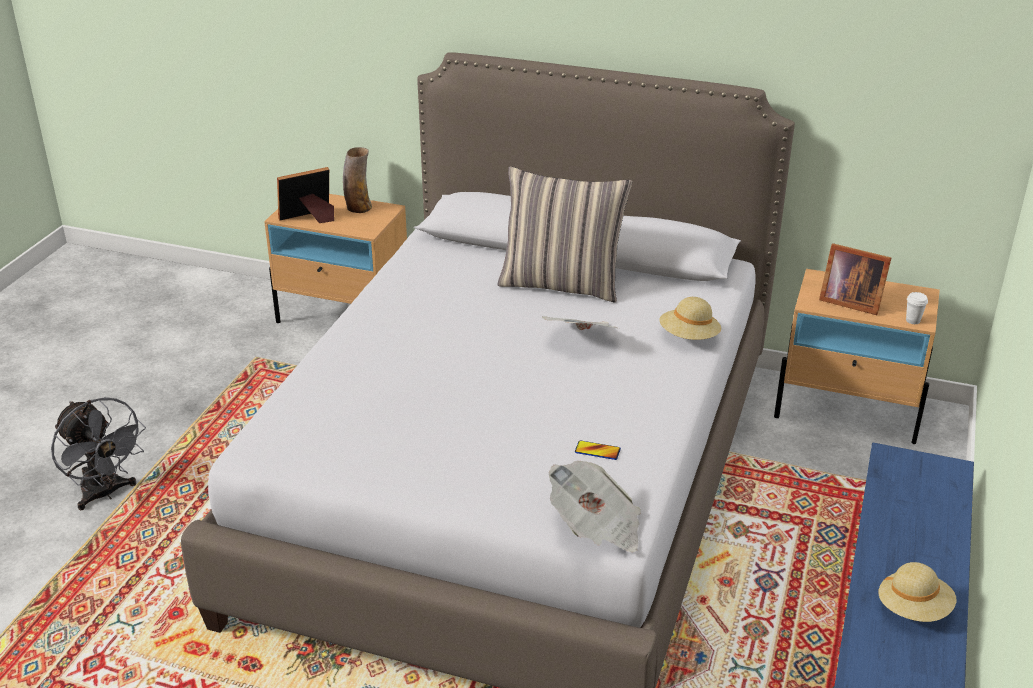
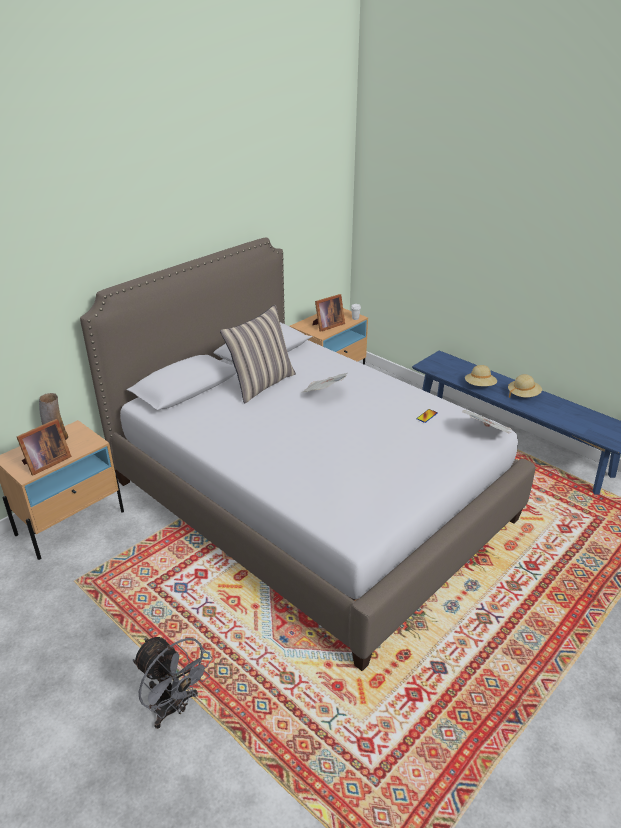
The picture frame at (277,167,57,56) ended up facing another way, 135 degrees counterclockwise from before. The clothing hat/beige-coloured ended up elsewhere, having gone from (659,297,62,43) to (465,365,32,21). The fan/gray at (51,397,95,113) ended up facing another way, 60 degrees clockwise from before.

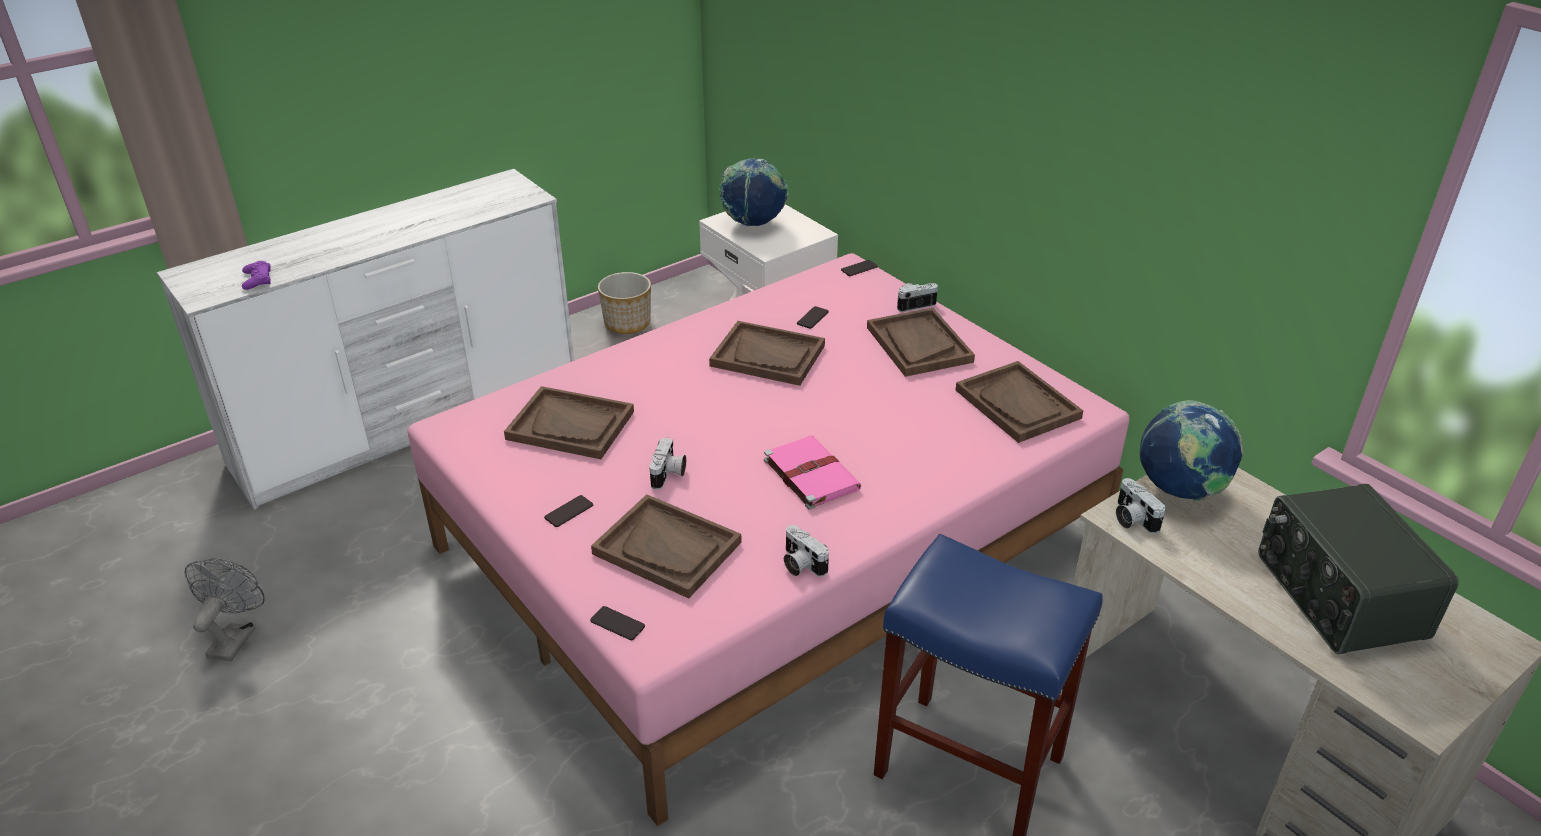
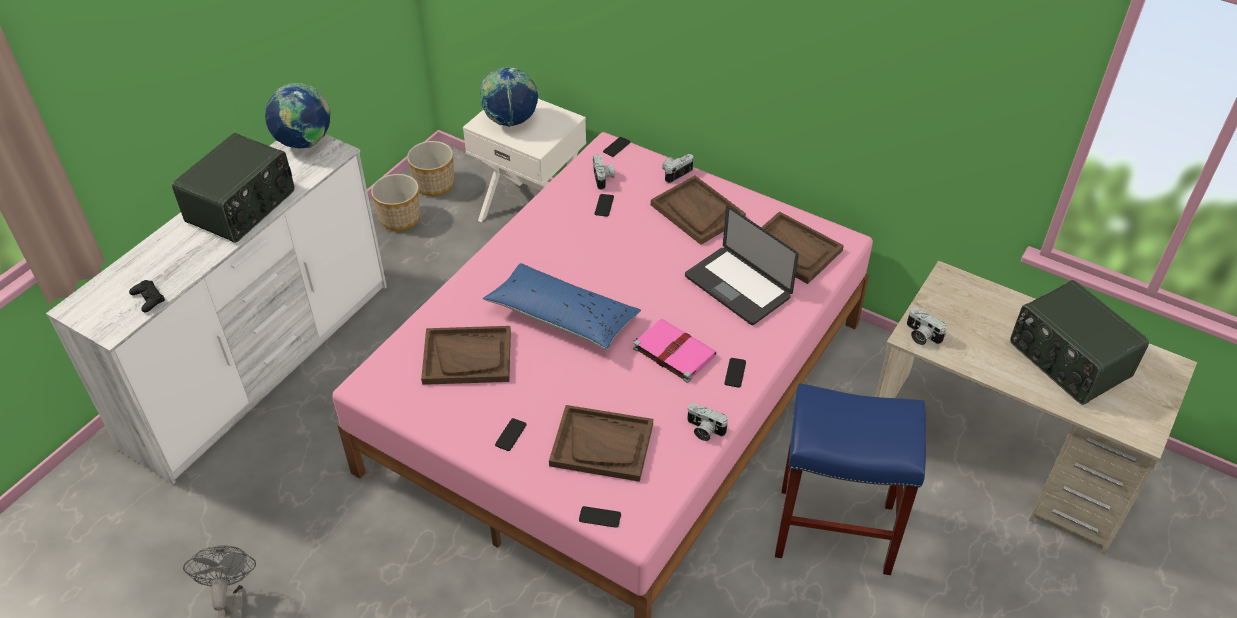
What was the joypad/purplish at (242,261,28,29) turned into the joypad/black at (129,280,36,33). The second view lost the tray/brown at (709,321,116,65). The desk globe ended up elsewhere, having gone from (1139,400,104,101) to (265,83,66,66). The still camera ended up elsewhere, having gone from (649,437,37,53) to (593,154,22,36). The second view gained the radio set at (172,133,123,110). The second view gained the plant pot at (407,141,47,55). The second view gained the laptop at (685,206,114,119). The second view gained the pillow/blue-coloured at (483,263,158,86). The second view gained the handset at (724,358,22,30).

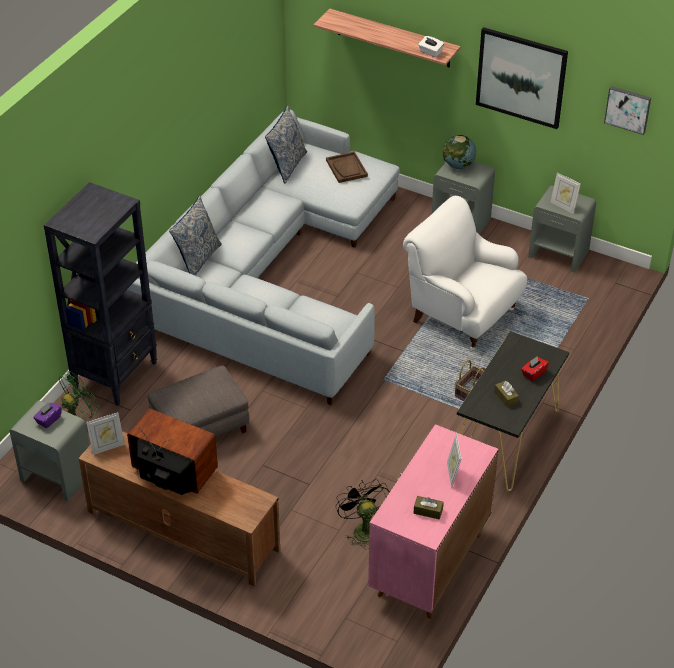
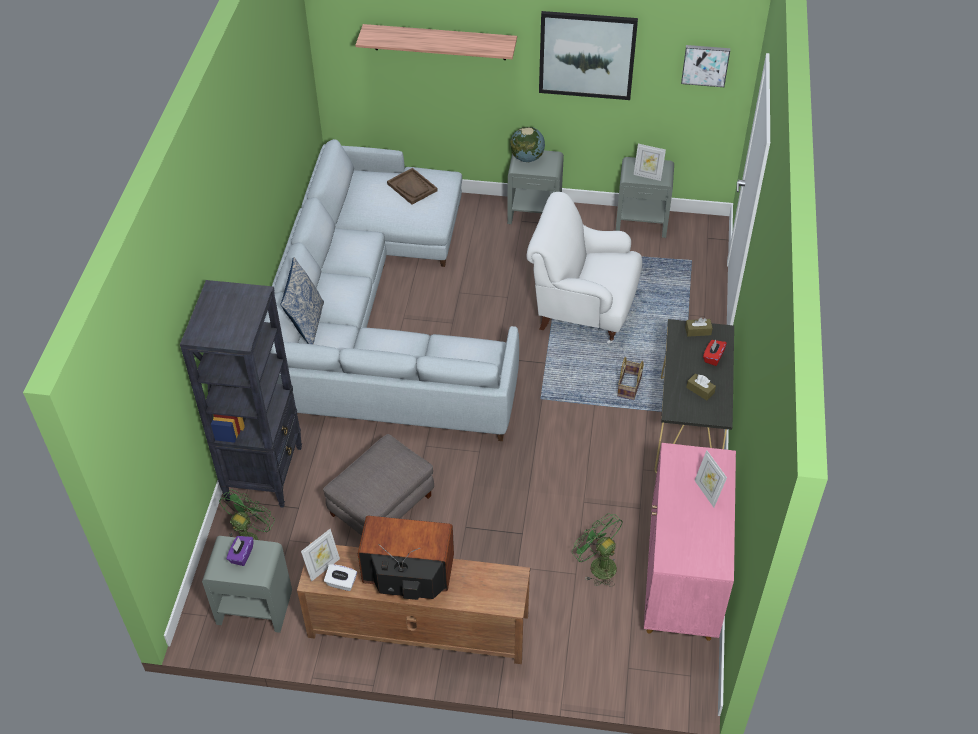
The tissue box/white-coloured ended up elsewhere, having gone from (418,36,26,21) to (324,564,33,27). The second view lost the pillow at (265,105,42,79). What was the fan/black at (336,480,54,69) turned into the fan/greenish at (572,513,51,74). The tissue box/brown ended up elsewhere, having gone from (414,496,30,23) to (685,318,28,19).

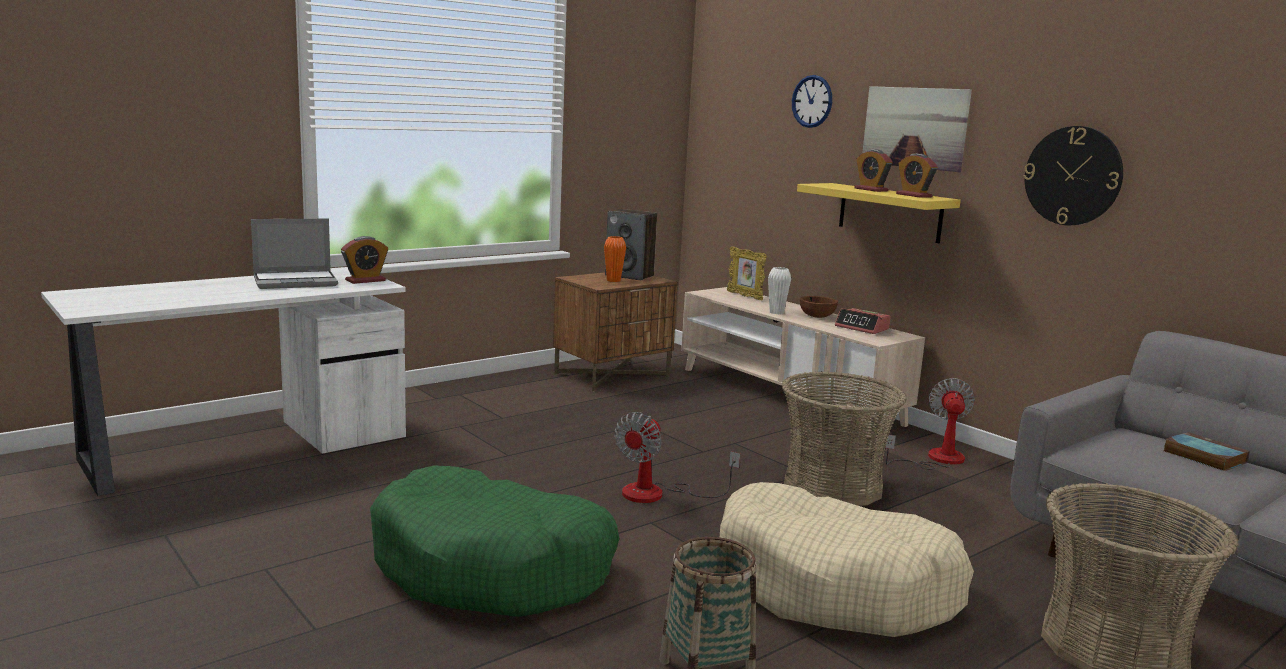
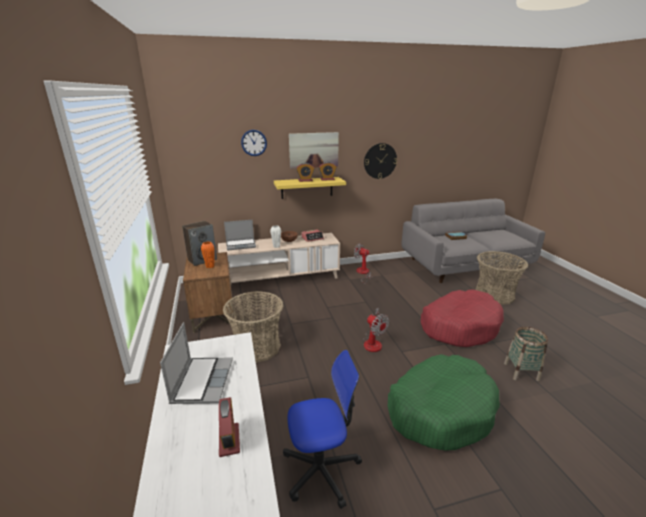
The alarm clock ended up elsewhere, having gone from (341,236,47,48) to (219,397,21,60). Where the picture frame stood at (727,246,40,54), the laptop came to stand at (224,220,32,30). The basket ended up elsewhere, having gone from (781,371,126,135) to (223,292,60,71). What was the dog bed/beige-coloured at (720,482,254,155) turned into the dog bed/red at (421,289,83,58). The second view gained the desk chair at (283,350,79,159).

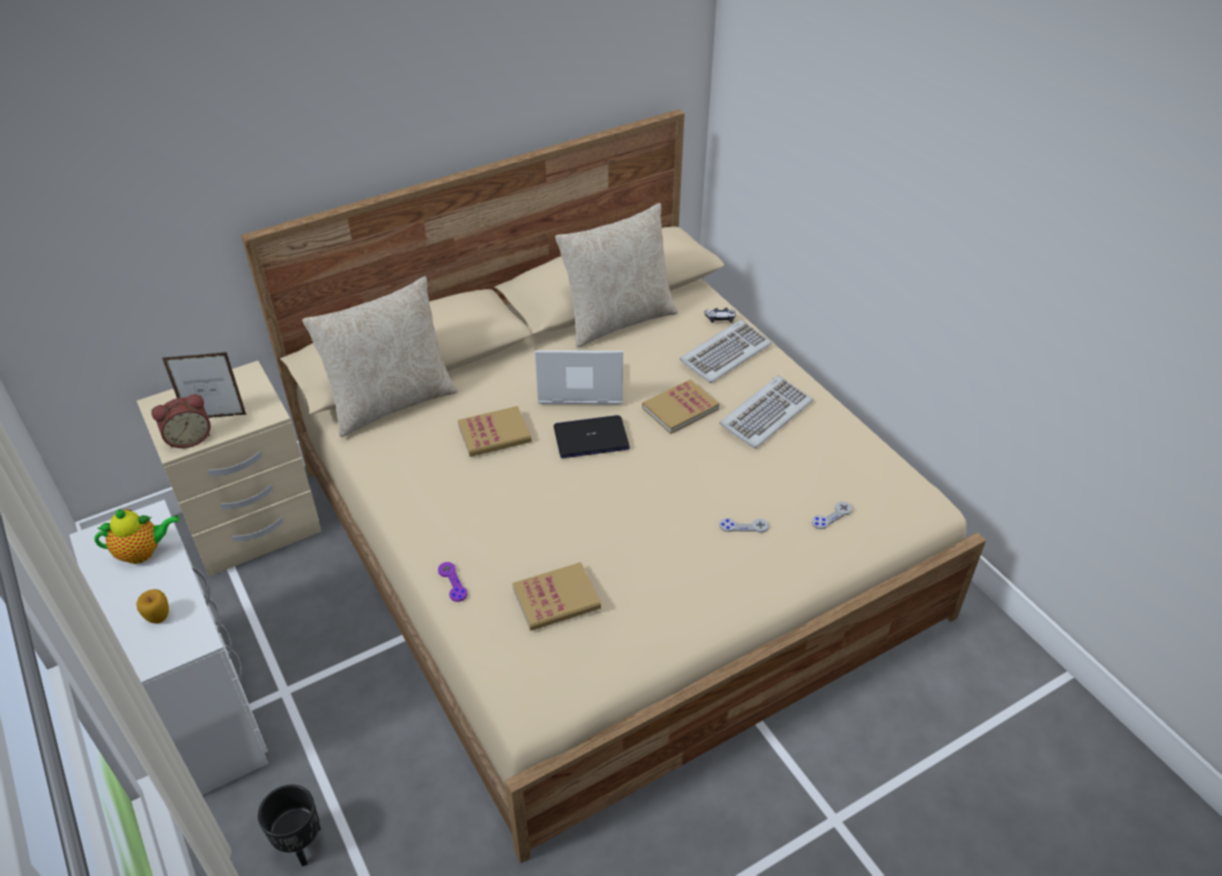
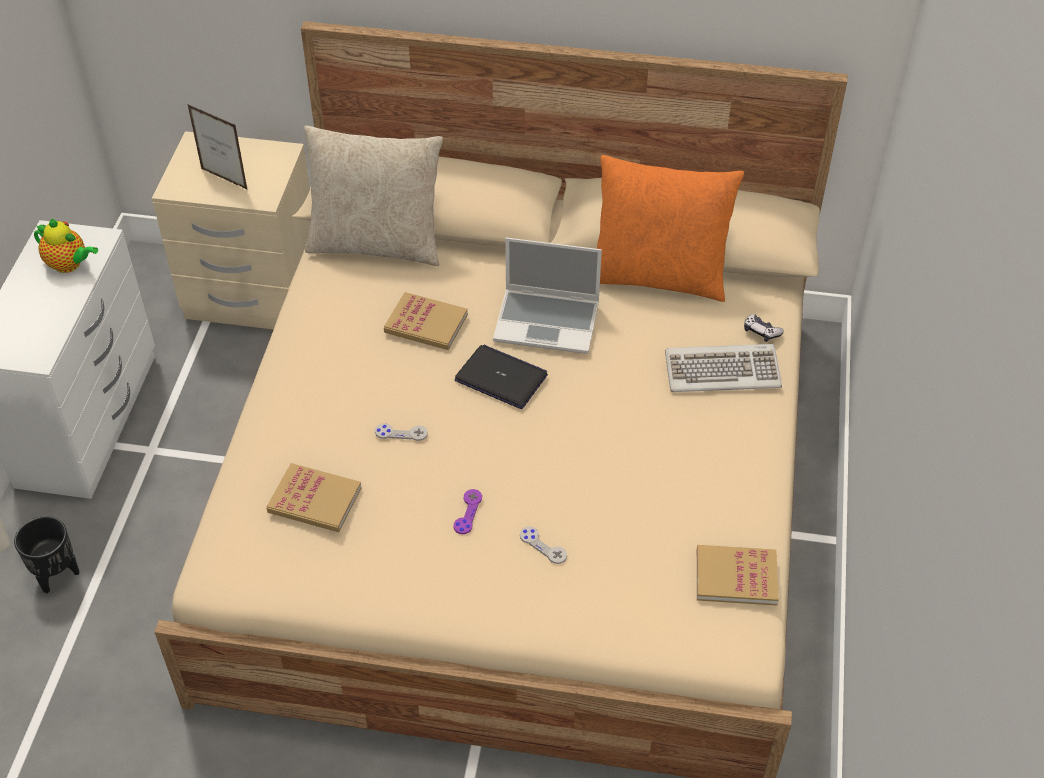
What was the pillow/beige-coloured at (555,203,123,145) turned into the pillow/orangey at (597,155,147,147). The laptop at (535,350,88,54) ended up facing another way, 150 degrees clockwise from before. The second view lost the computer keyboard at (719,376,94,73). The bound book ended up elsewhere, having gone from (642,379,77,55) to (697,545,82,61). The second view lost the alarm clock at (151,394,60,54). The joypad/gray ended up elsewhere, having gone from (812,501,40,28) to (375,423,53,18). The joypad/purplish ended up elsewhere, having gone from (438,562,29,40) to (454,489,28,45). The second view lost the apple fruit at (136,589,33,35).

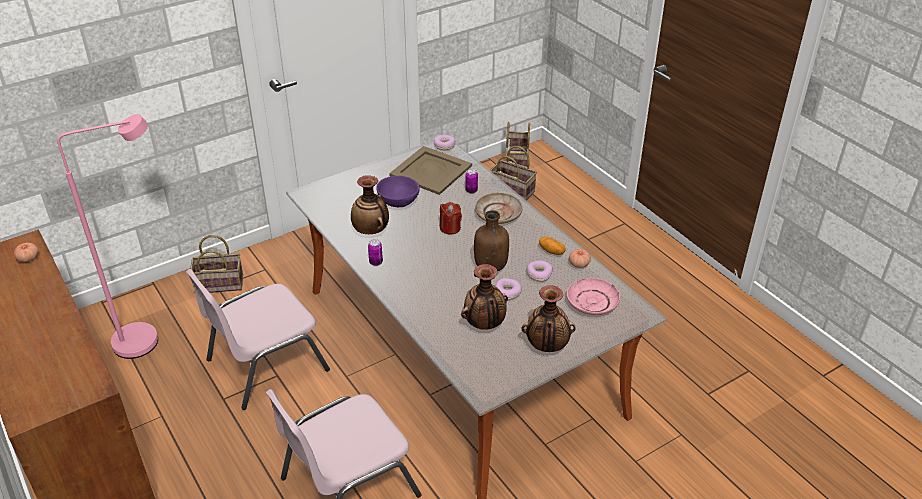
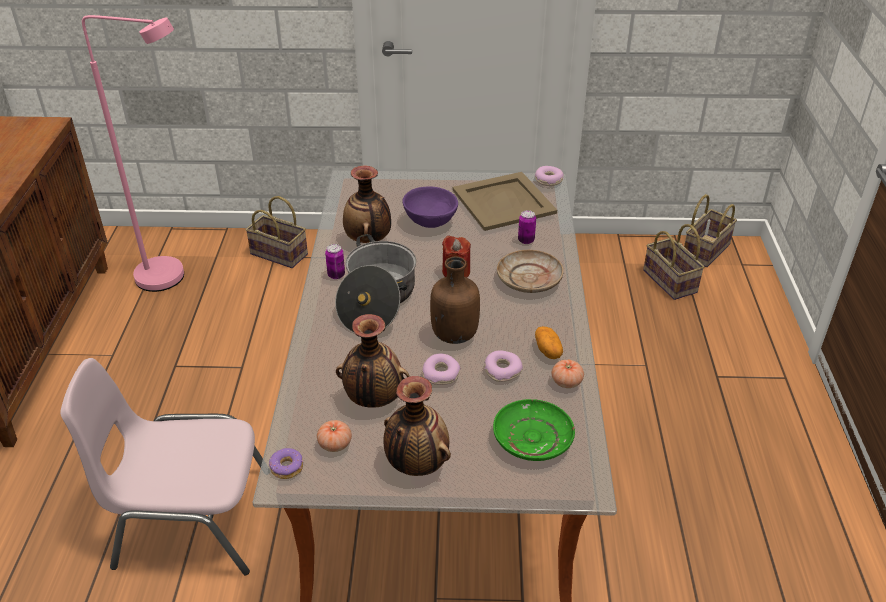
The fresh tomato ended up elsewhere, having gone from (14,243,24,19) to (317,420,35,32). The second view lost the chair/pinkish at (186,269,144,141). What was the flat dish/pinkish at (567,278,53,37) turned into the flat dish/greenish at (493,399,82,62). The second view gained the cooking pot at (335,234,81,99). The second view gained the doughnut at (269,448,34,31).

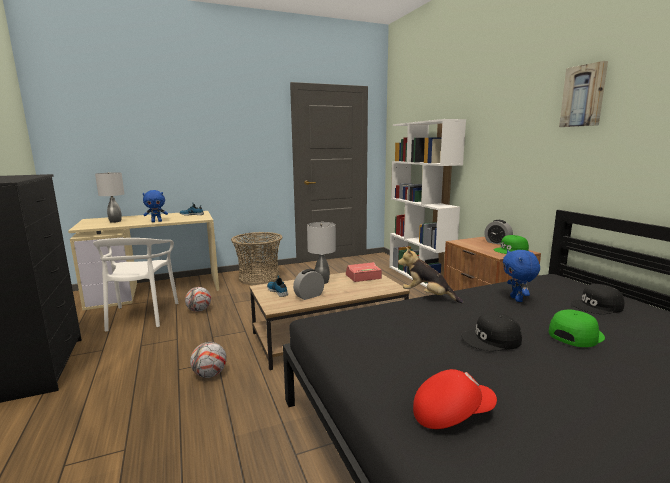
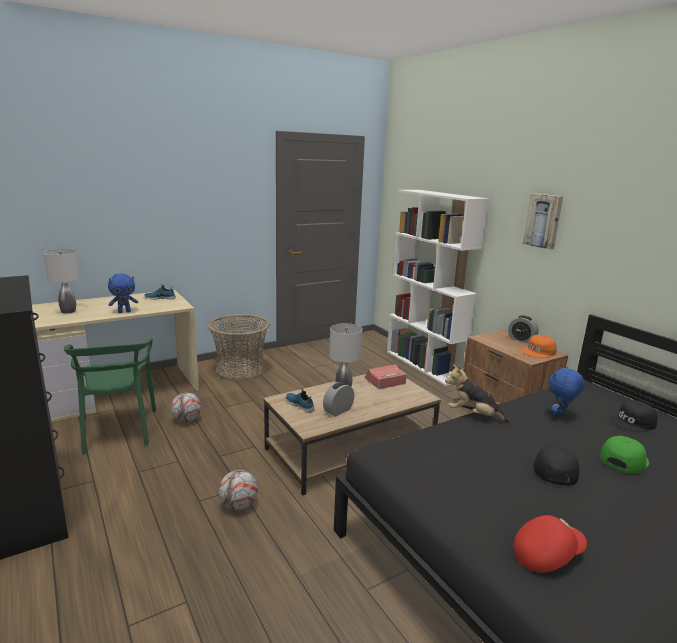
The picture ended up elsewhere, having gone from (559,61,49,66) to (522,193,41,57). What was the cap/greenish at (494,235,35,19) turned into the cap/orangey at (521,335,36,23). What was the chair/white-coloured at (93,238,85,94) turned into the chair/greenish at (64,338,92,117). The soft toy/blue-coloured at (503,250,37,52) ended up facing another way, 60 degrees clockwise from before. The cap/black at (461,312,61,39) ended up facing another way, 120 degrees clockwise from before.

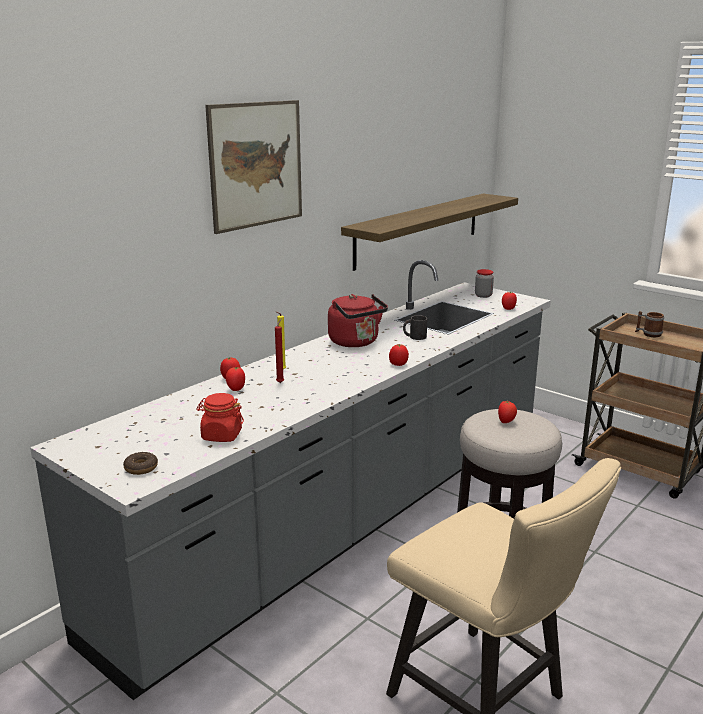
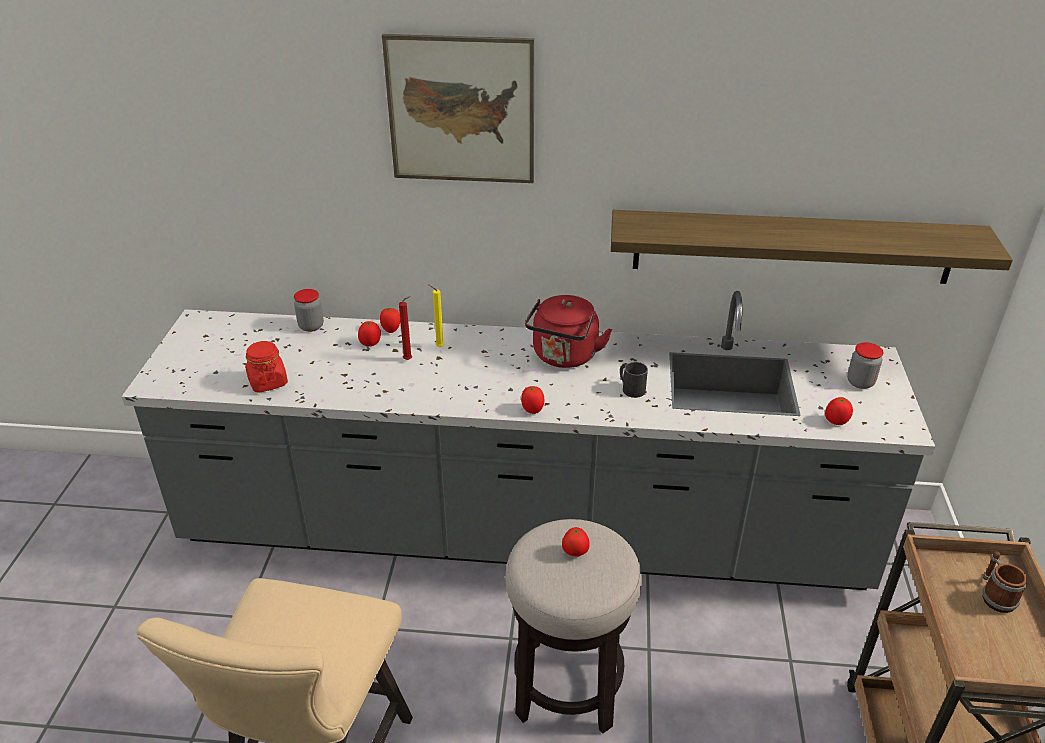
The second view lost the doughnut at (123,452,35,23). The second view gained the preserve jar at (294,289,30,43).

